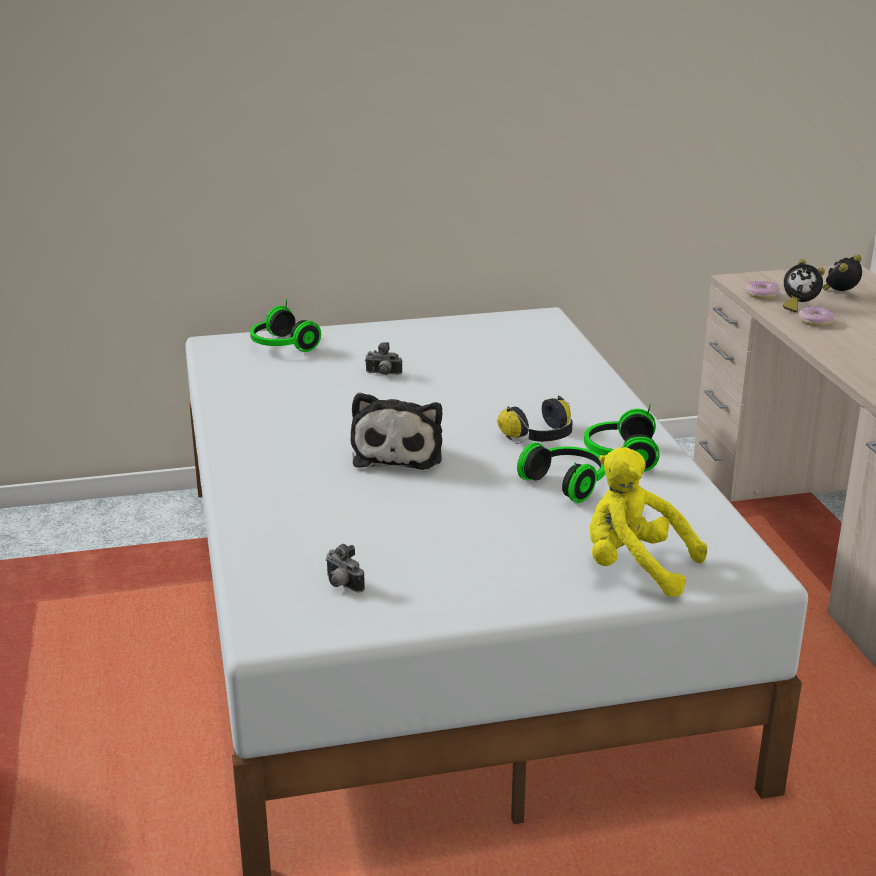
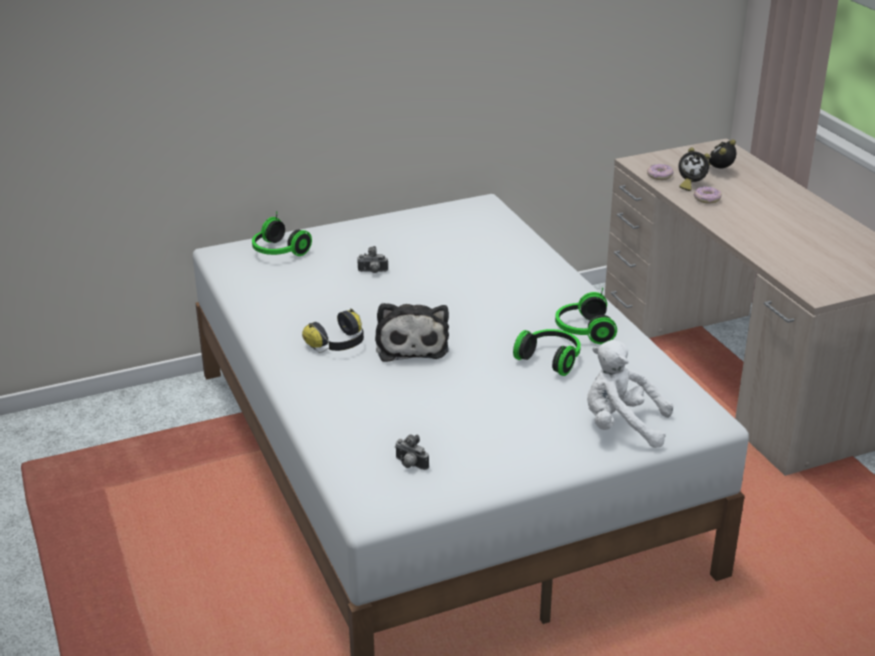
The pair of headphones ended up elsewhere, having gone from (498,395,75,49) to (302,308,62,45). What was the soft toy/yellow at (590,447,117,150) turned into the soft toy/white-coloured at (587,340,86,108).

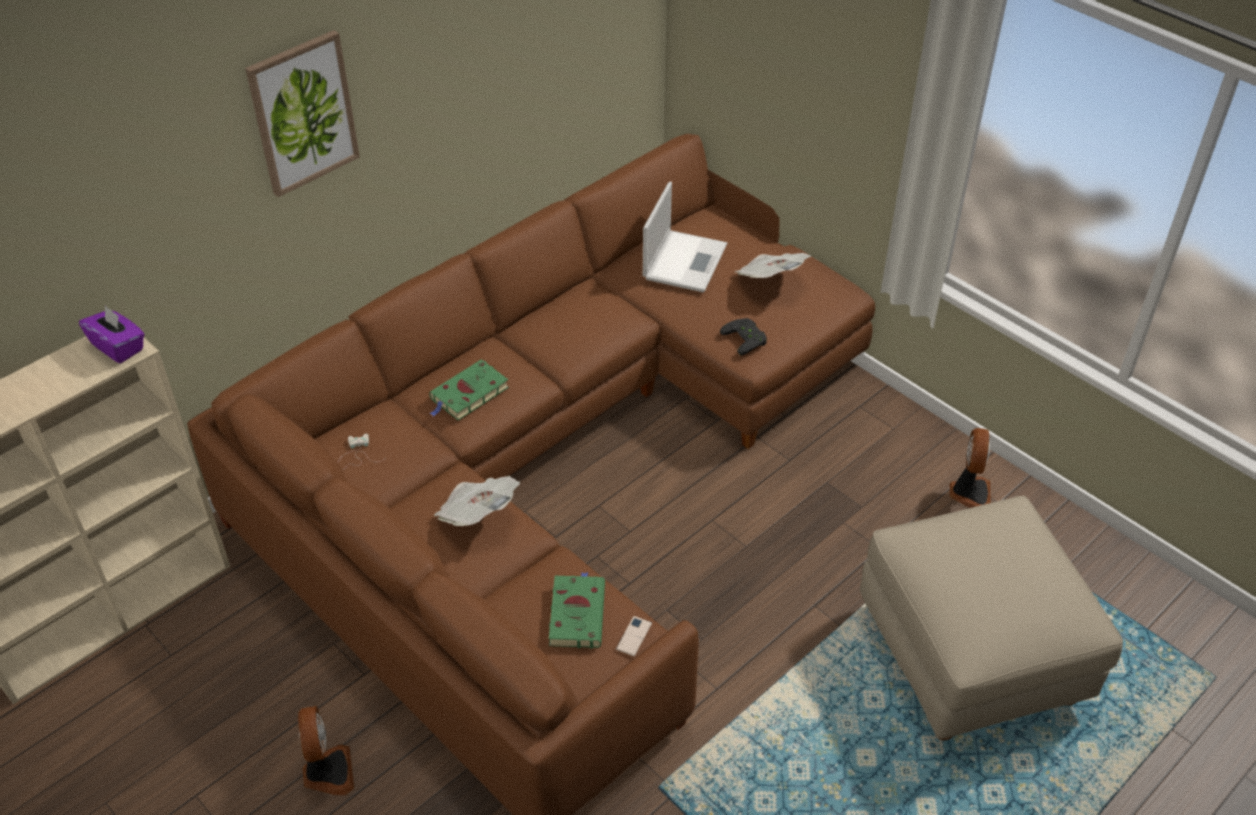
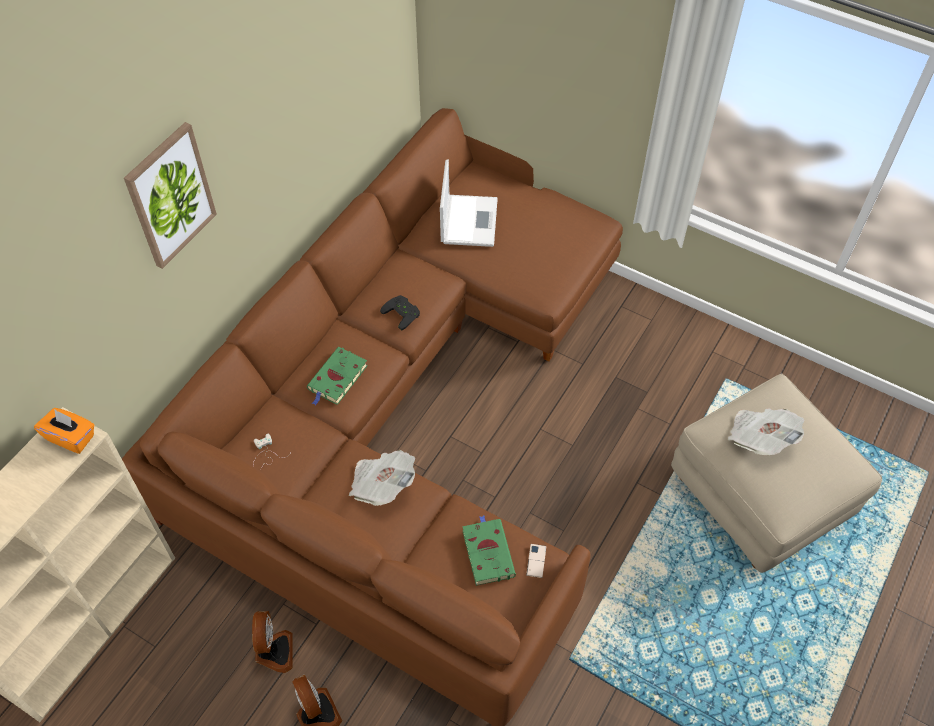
The newspaper ended up elsewhere, having gone from (735,253,76,25) to (728,408,76,47). What was the tissue box/purplish at (79,305,65,58) turned into the tissue box/orangey at (34,408,60,46). The joypad/black ended up elsewhere, having gone from (720,318,47,38) to (380,295,40,35). The fan ended up elsewhere, having gone from (950,428,40,80) to (252,611,41,62).

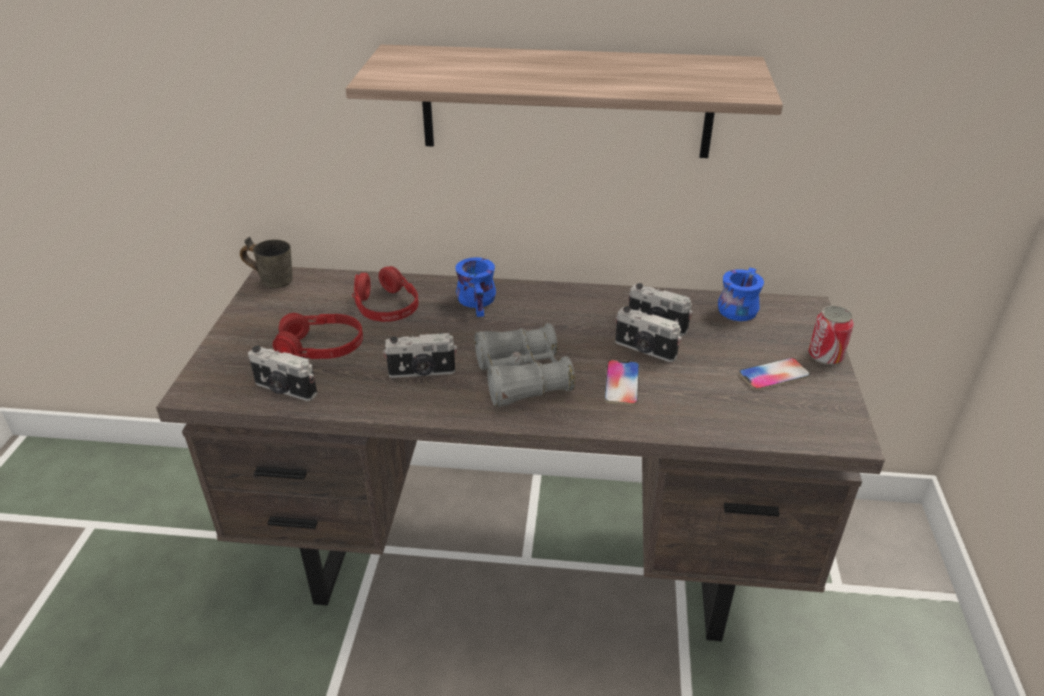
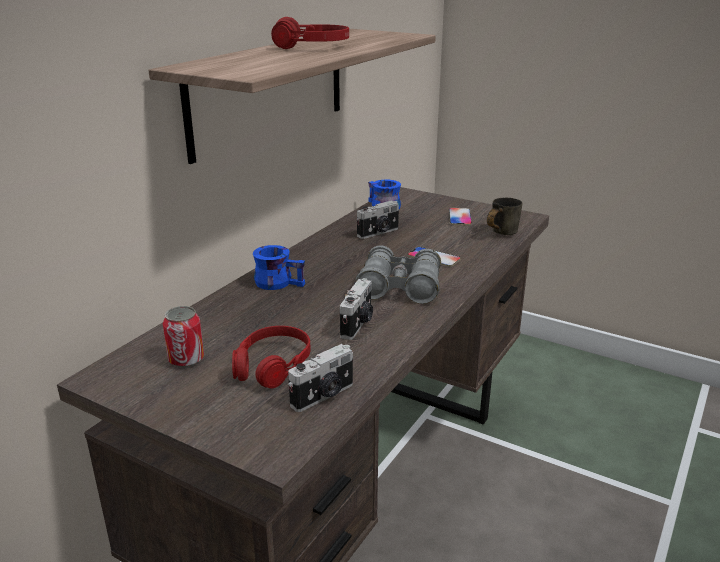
The mug/gray ended up elsewhere, having gone from (240,237,53,51) to (487,198,36,37). The pair of headphones/red ended up elsewhere, having gone from (352,266,66,56) to (271,17,78,32). The second view lost the still camera at (615,306,67,56). The sealed can ended up elsewhere, having gone from (809,306,45,59) to (163,306,41,62).

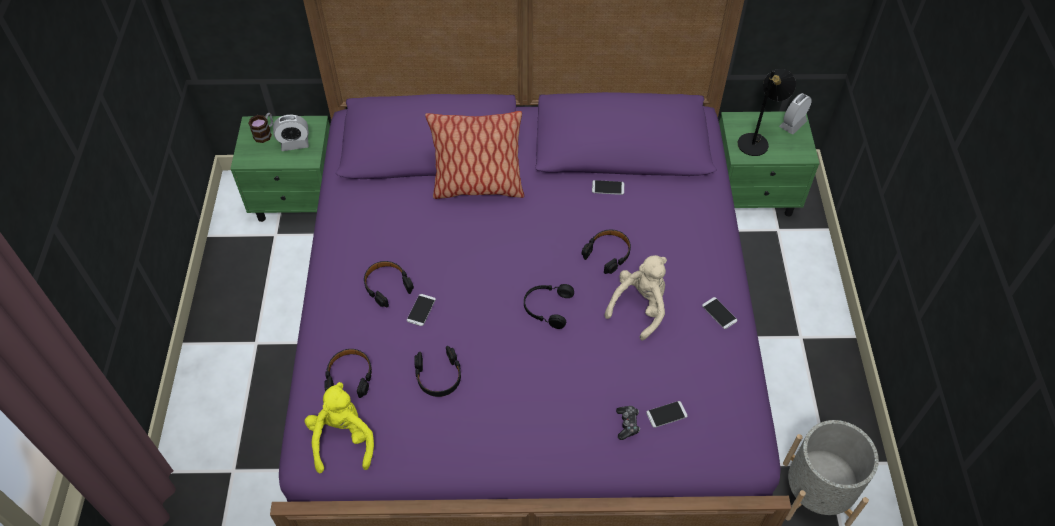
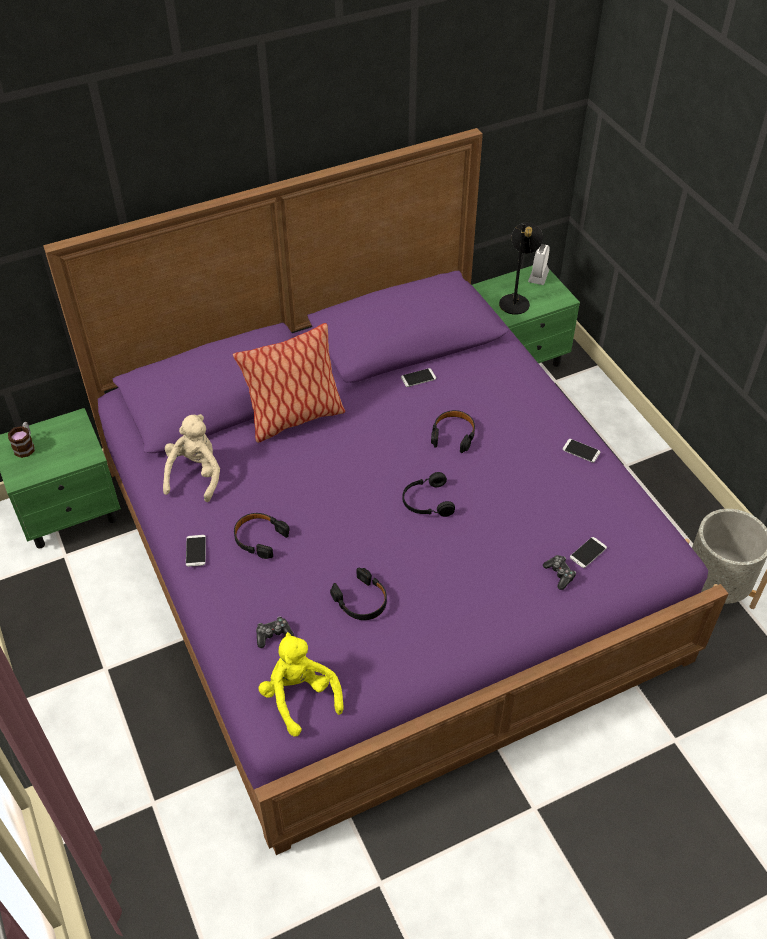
The second view lost the alarm clock at (273,115,36,36). The soft toy/beige-coloured ended up elsewhere, having gone from (605,255,62,85) to (163,414,57,88). The handset ended up elsewhere, having gone from (407,294,29,32) to (186,535,20,32). Where the pair of headphones/black stood at (324,349,48,49), the joypad came to stand at (256,617,38,31).

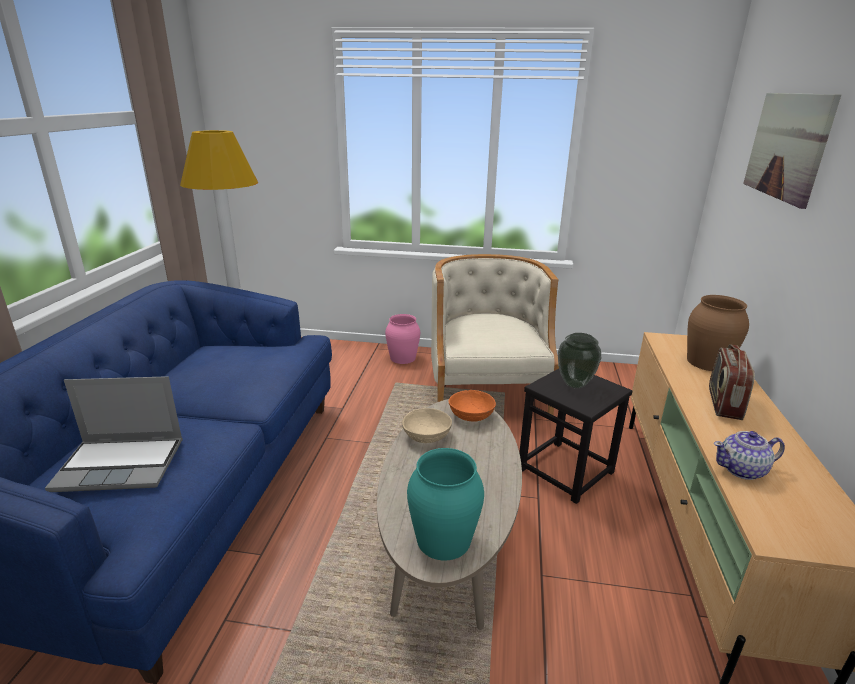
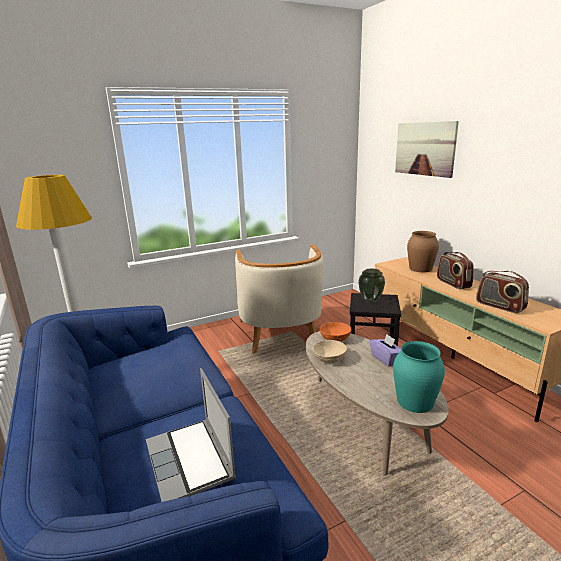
The lounge chair/beige-coloured at (431,254,128,161) ended up facing another way, 150 degrees counterclockwise from before. The second view lost the vase/pinkish at (385,314,35,50). The laptop at (45,376,138,116) ended up facing another way, 105 degrees clockwise from before. Where the teapot stood at (714,431,71,49), the radio set came to stand at (476,271,53,42). The second view gained the tissue box/purplish at (370,334,31,32).

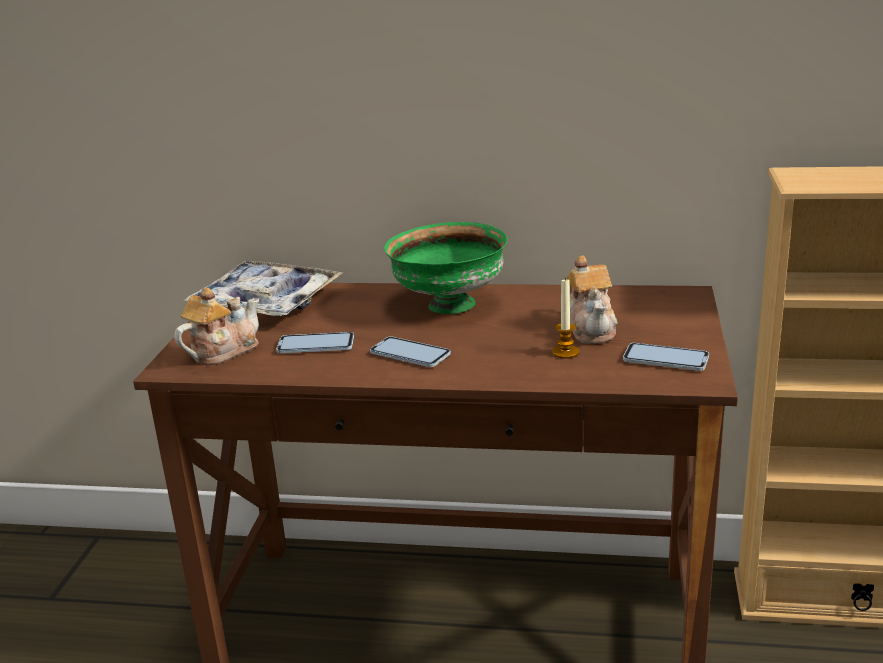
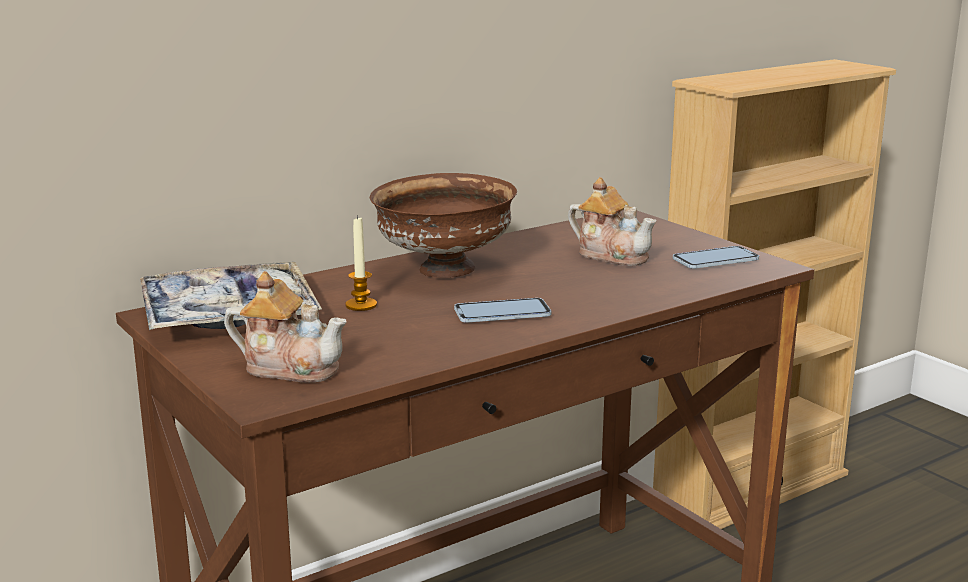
What was the serving bowl/greenish at (384,222,123,92) turned into the serving bowl/brown at (370,173,147,105). The candle ended up elsewhere, having gone from (552,277,27,82) to (346,215,31,96). The teapot at (174,288,85,77) ended up facing another way, 105 degrees clockwise from before. The second view lost the handset at (276,332,78,21).

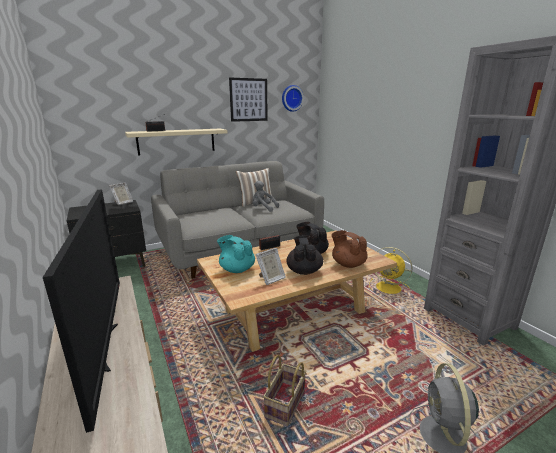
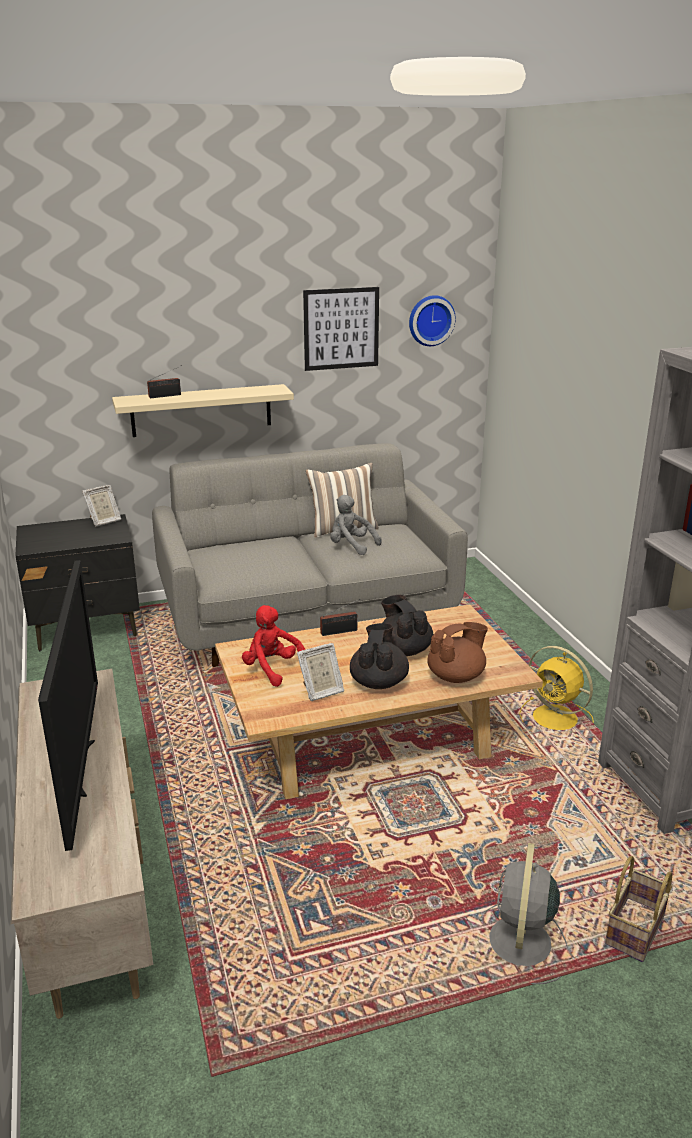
The teapot/brown at (331,230,37,38) ended up facing another way, 90 degrees clockwise from before. Where the teapot/turquoise stood at (217,235,38,38), the soft toy/red came to stand at (242,605,63,82). The basket ended up elsewhere, having gone from (263,355,43,72) to (605,856,67,106).

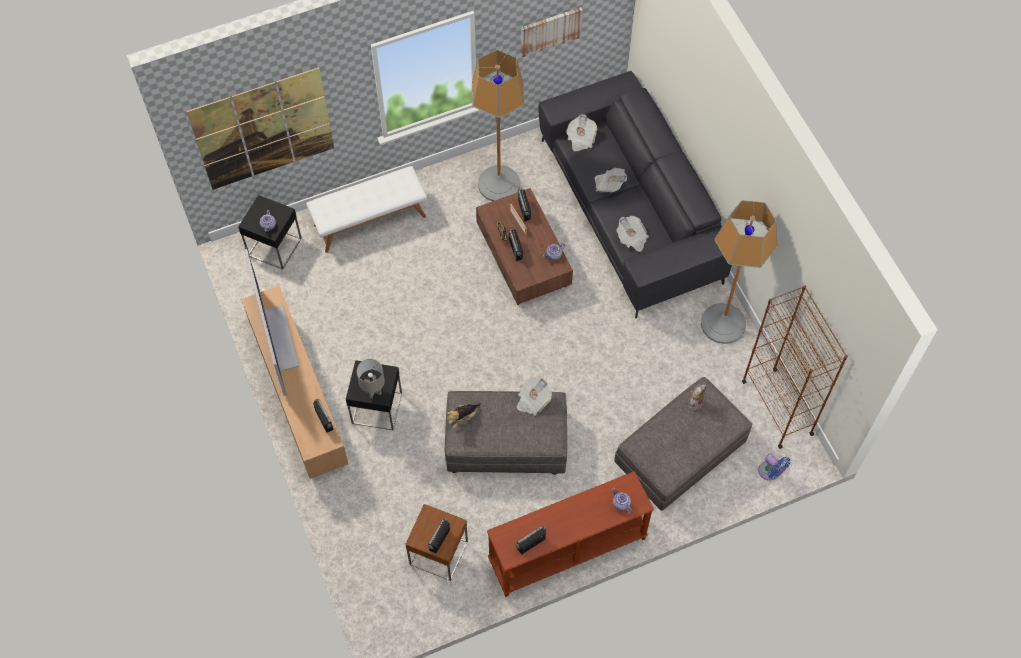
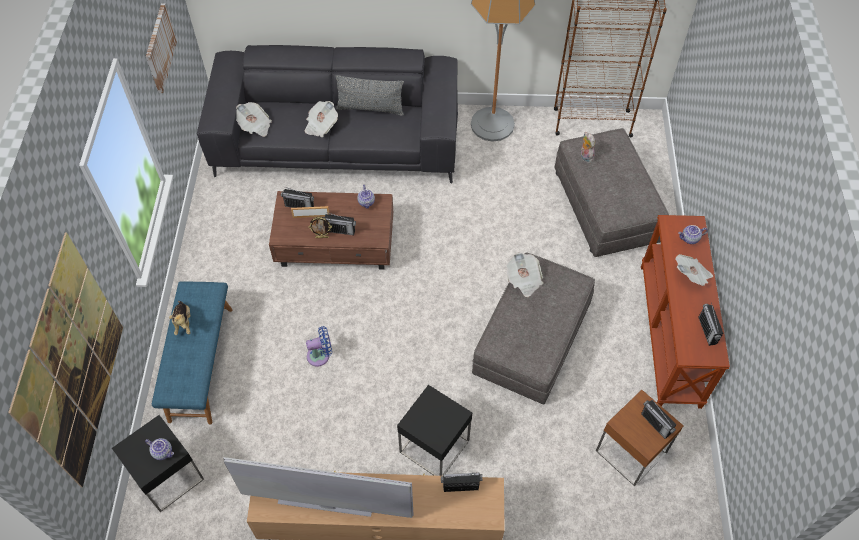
The second view lost the standard lamp at (472,50,53,151). What was the bench/white-coloured at (306,166,121,87) turned into the bench/blue-coloured at (152,281,81,144). The newspaper ended up elsewhere, having gone from (617,216,32,36) to (675,254,38,32). The second view lost the tabletop lamp/gray at (357,359,28,40). The soft toy ended up elsewhere, having gone from (447,403,34,26) to (169,301,22,34). The fan/blue-coloured ended up elsewhere, having gone from (758,453,33,27) to (306,326,26,41). The second view gained the pillow/gray at (335,75,69,41).

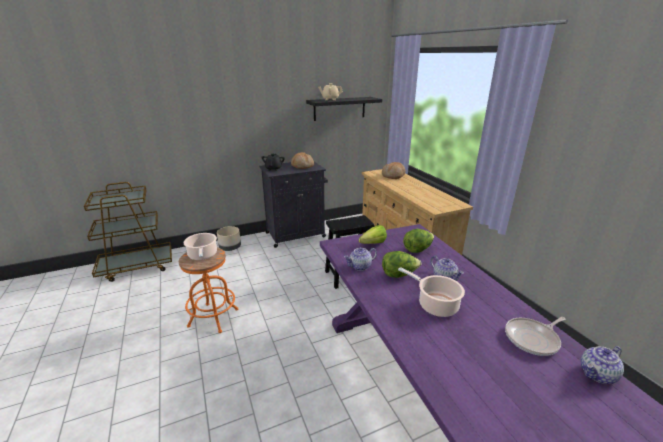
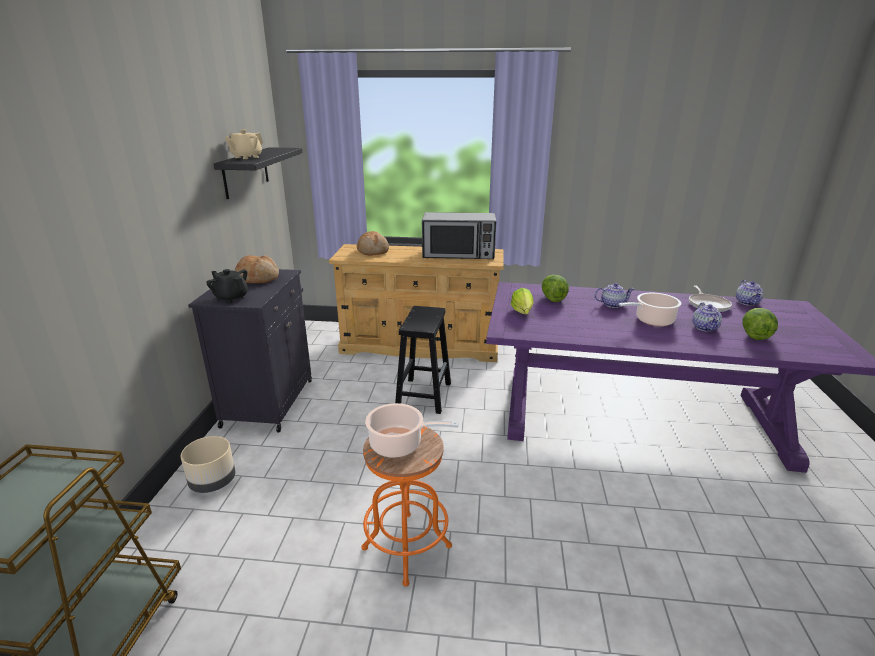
The teapot ended up elsewhere, having gone from (344,247,33,24) to (692,302,30,30). The lettuce head ended up elsewhere, having gone from (382,251,39,27) to (742,308,36,32). The second view gained the kitchen microwave at (422,212,74,47).

